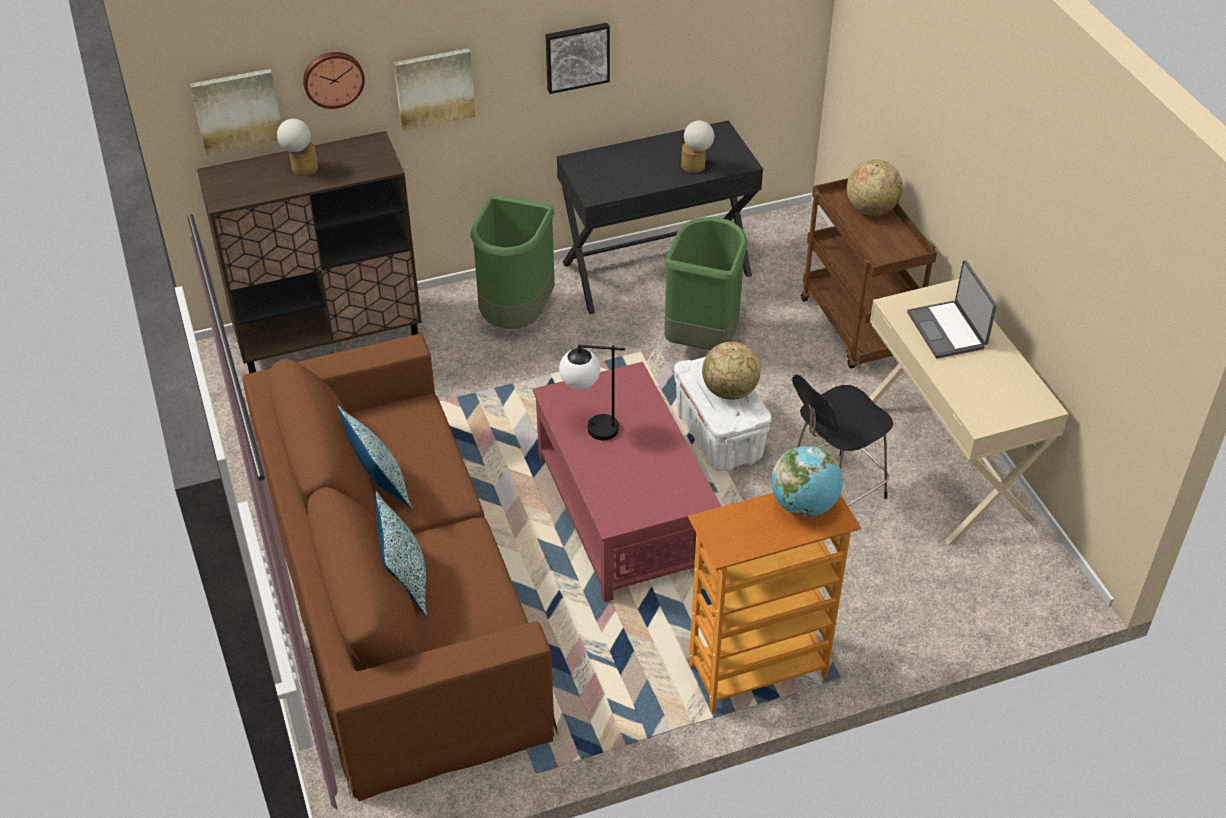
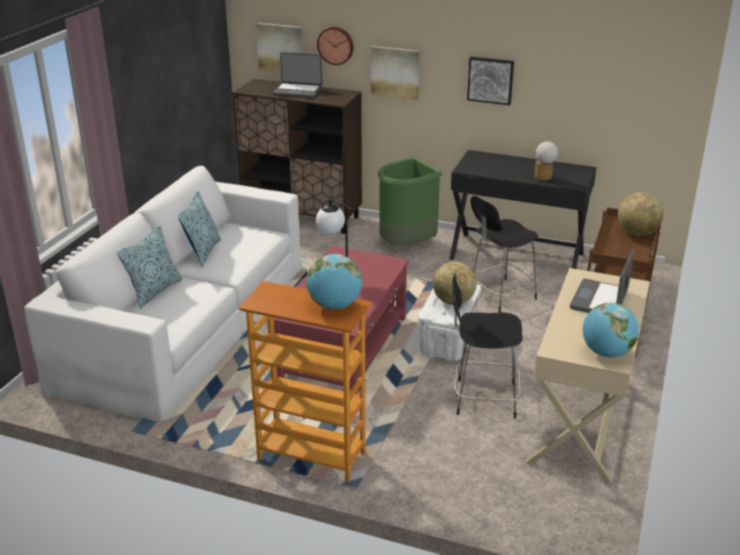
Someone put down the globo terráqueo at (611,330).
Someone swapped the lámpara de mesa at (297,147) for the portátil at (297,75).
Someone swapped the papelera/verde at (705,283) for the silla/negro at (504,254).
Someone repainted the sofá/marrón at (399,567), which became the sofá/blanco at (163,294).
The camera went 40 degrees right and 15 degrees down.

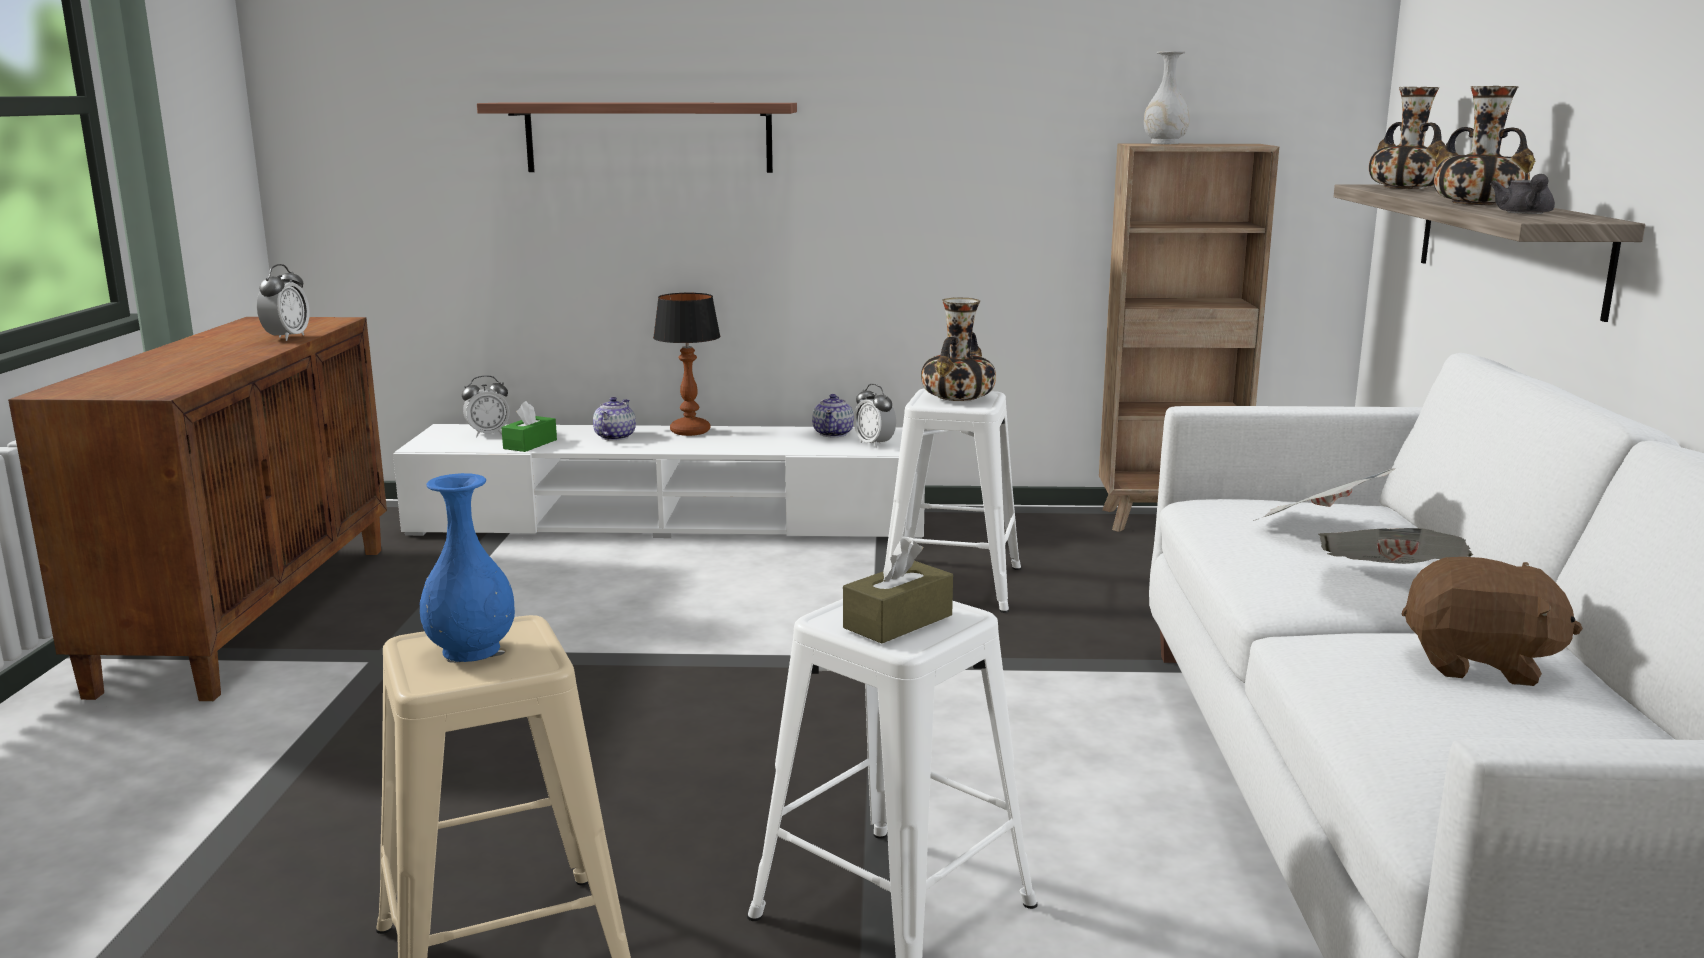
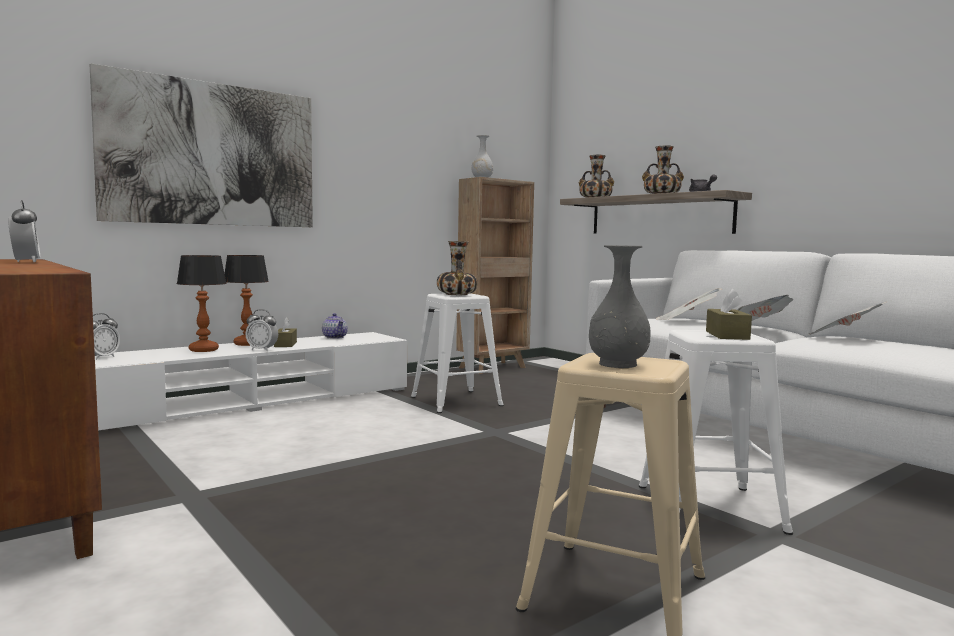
Someone took away the caja de pañuelos/verde at (529,426).
Someone put down the caja de pañuelos/marrón at (285,332).
Someone carried the despertador from (875,416) to (261,330).
Someone swapped the estante at (637,138) for the cuadro at (201,145).
Someone swapped the tetera at (614,419) for the lámpara de mesa at (202,303).
Someone swapped the peluche/marrón at (1492,621) for the periódico at (848,318).
Someone repainted the florero/azul at (467,567), which became the florero/gris at (619,306).
The camera went 40 degrees left and 10 degrees down.

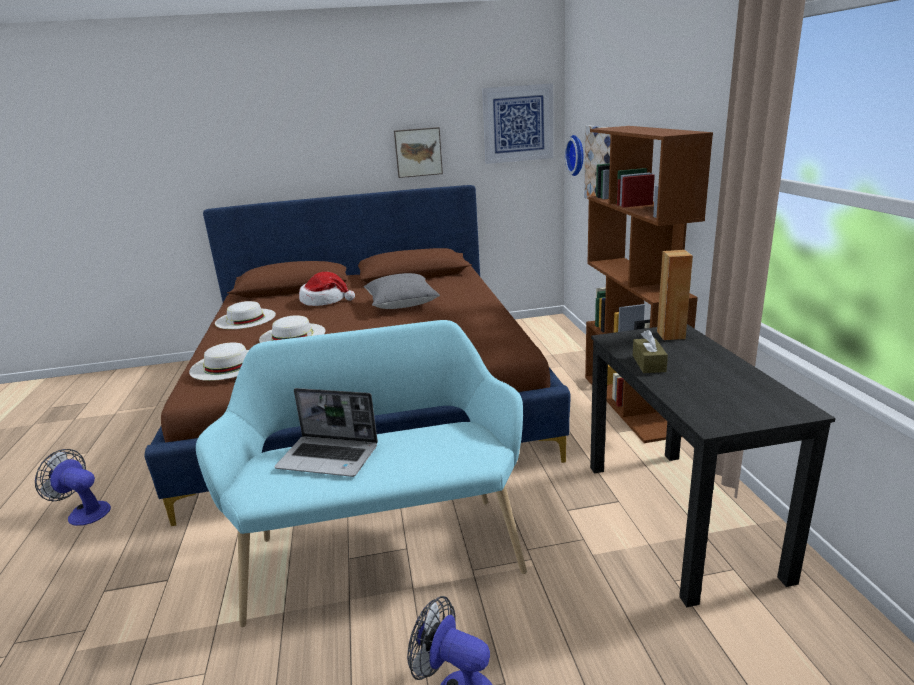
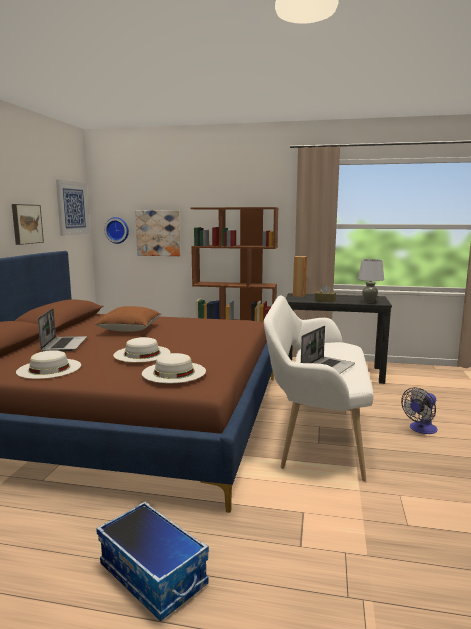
Someone put down the lámpara de mesa/gris at (371,281).
Someone swapped the ventilador at (73,487) for the caja de almacenaje at (152,561).
Someone swapped the sombrero at (327,289) for the portátil at (62,329).
Someone repainted the banco/turquesa at (361,473), which became the banco/blanco at (319,388).
Someone repainted the cojín/gris at (402,291), which became the cojín/marrón at (127,319).
The camera went 70 degrees left and 10 degrees down.

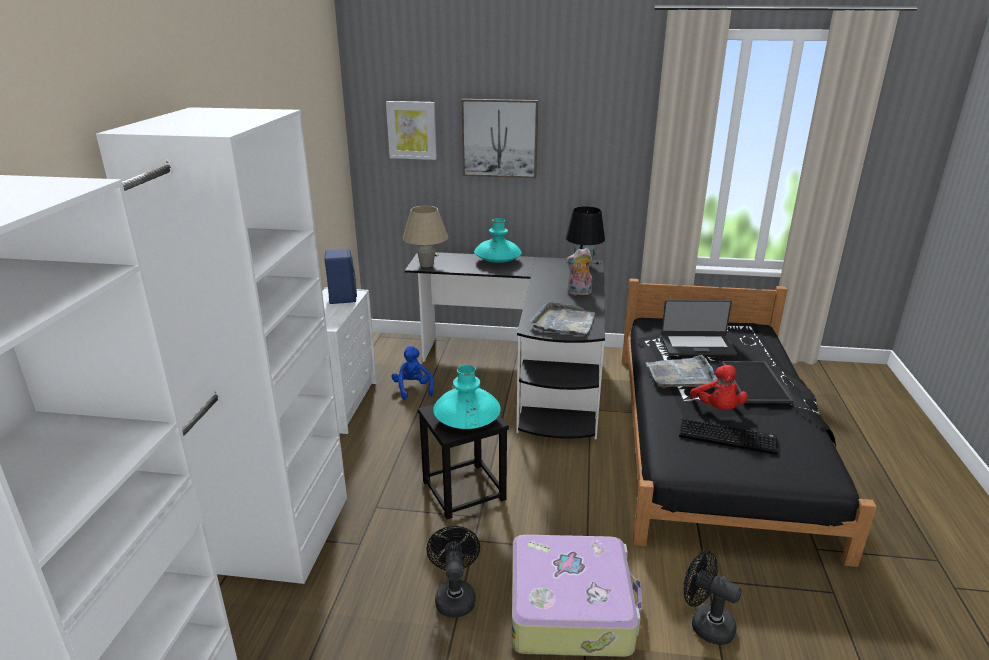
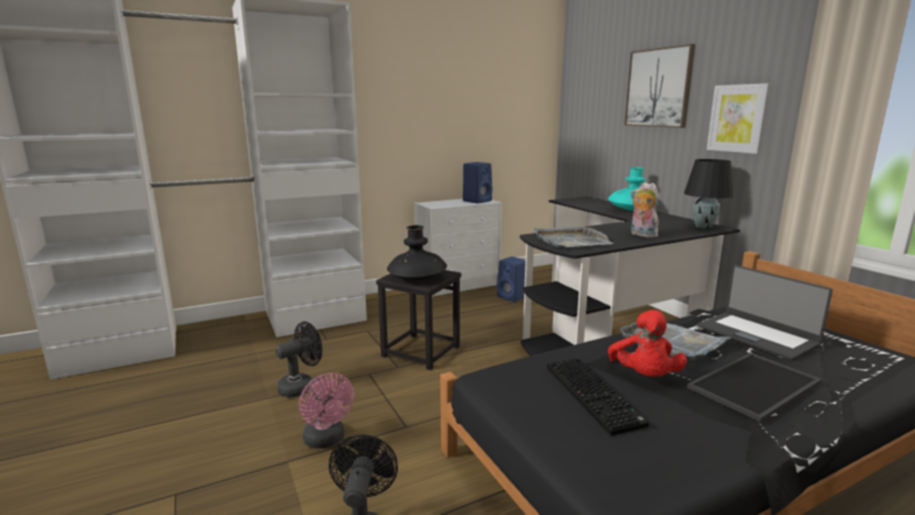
Someone took away the lámpara de mesa/beis at (425,236).
Someone carried the cuadro from (411,130) to (738,118).
Someone swapped the peluche/azul at (413,373) for the altavoz/azul at (511,279).
Someone swapped the maleta at (577,596) for the ventilador/rosa at (326,411).
Someone repainted the florero/turquesa at (467,397), which became the florero/negro at (417,253).
Someone rotated the peluche/rojo at (719,387) by 45 degrees counterclockwise.
The camera went 55 degrees right and 10 degrees down.

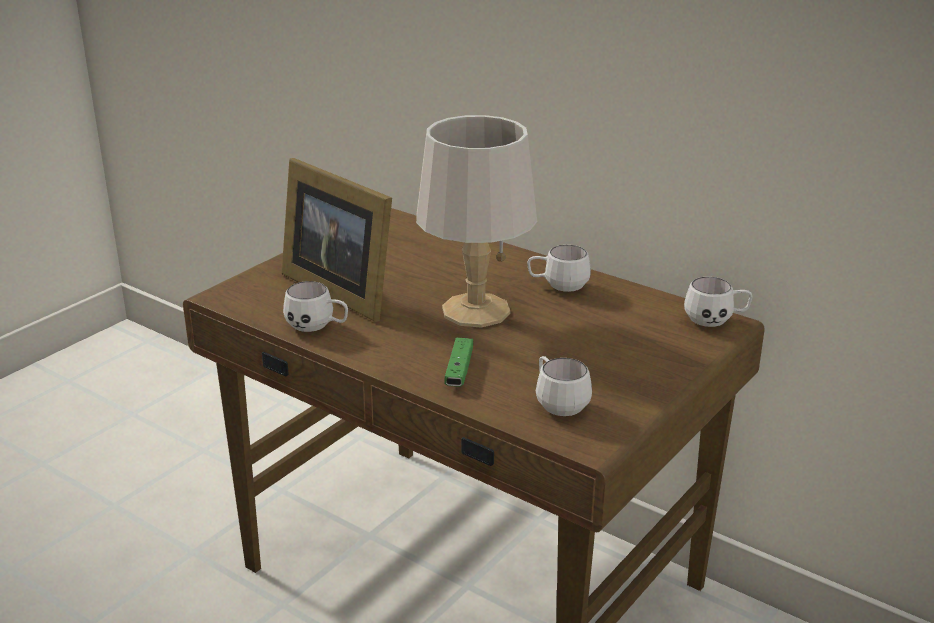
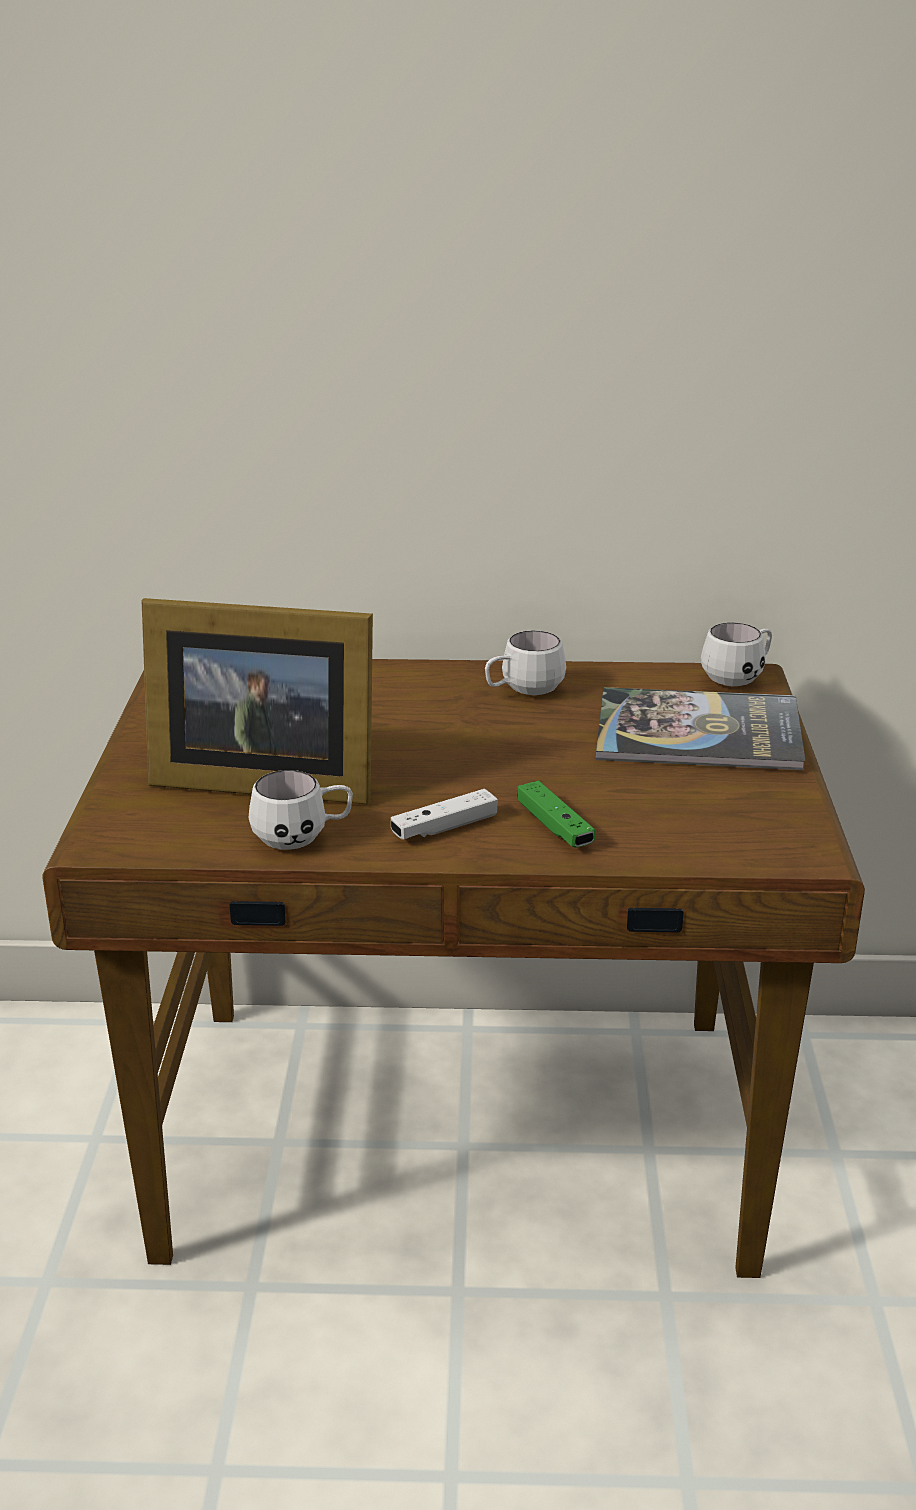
Someone took away the lámpara de mesa/gris at (476,221).
Someone took away the taza grande/blanco at (564,386).
Someone put down the mando de consola/blanco at (444,814).
Someone put down the libro at (700,728).
The camera went 35 degrees left and 0 degrees up.

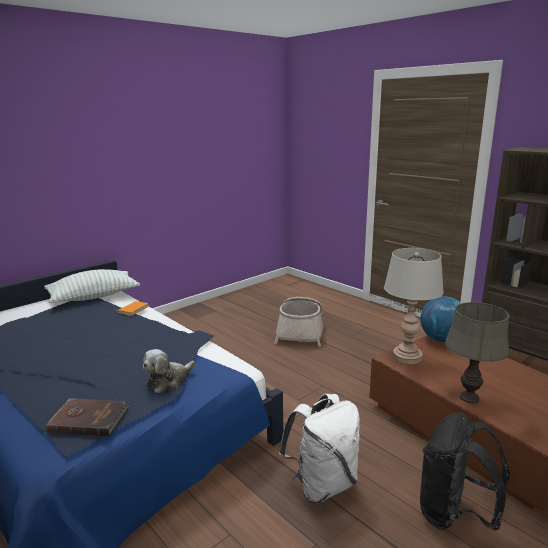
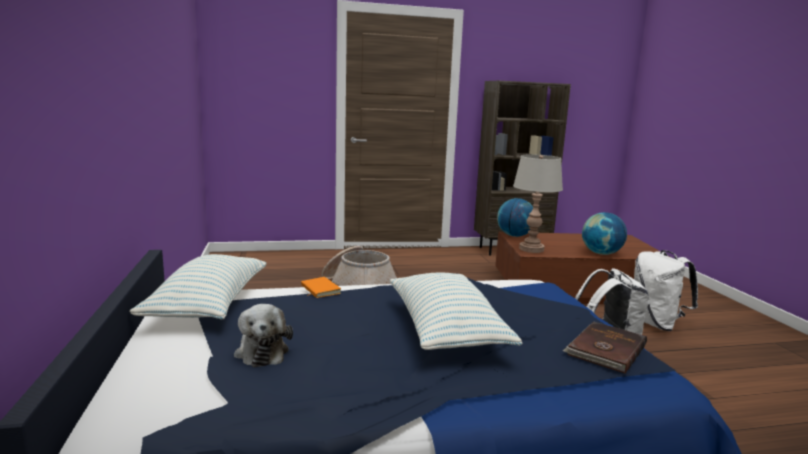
Someone put down the cojín at (456,311).
Someone carried the peluche from (169,371) to (263,335).
Someone swapped the lámpara de mesa/gris at (477,352) for the globo terráqueo at (604,233).
Someone repainted the mochila/negro at (465,471), which became the mochila/blanco at (666,290).
The camera went 60 degrees left and 5 degrees down.

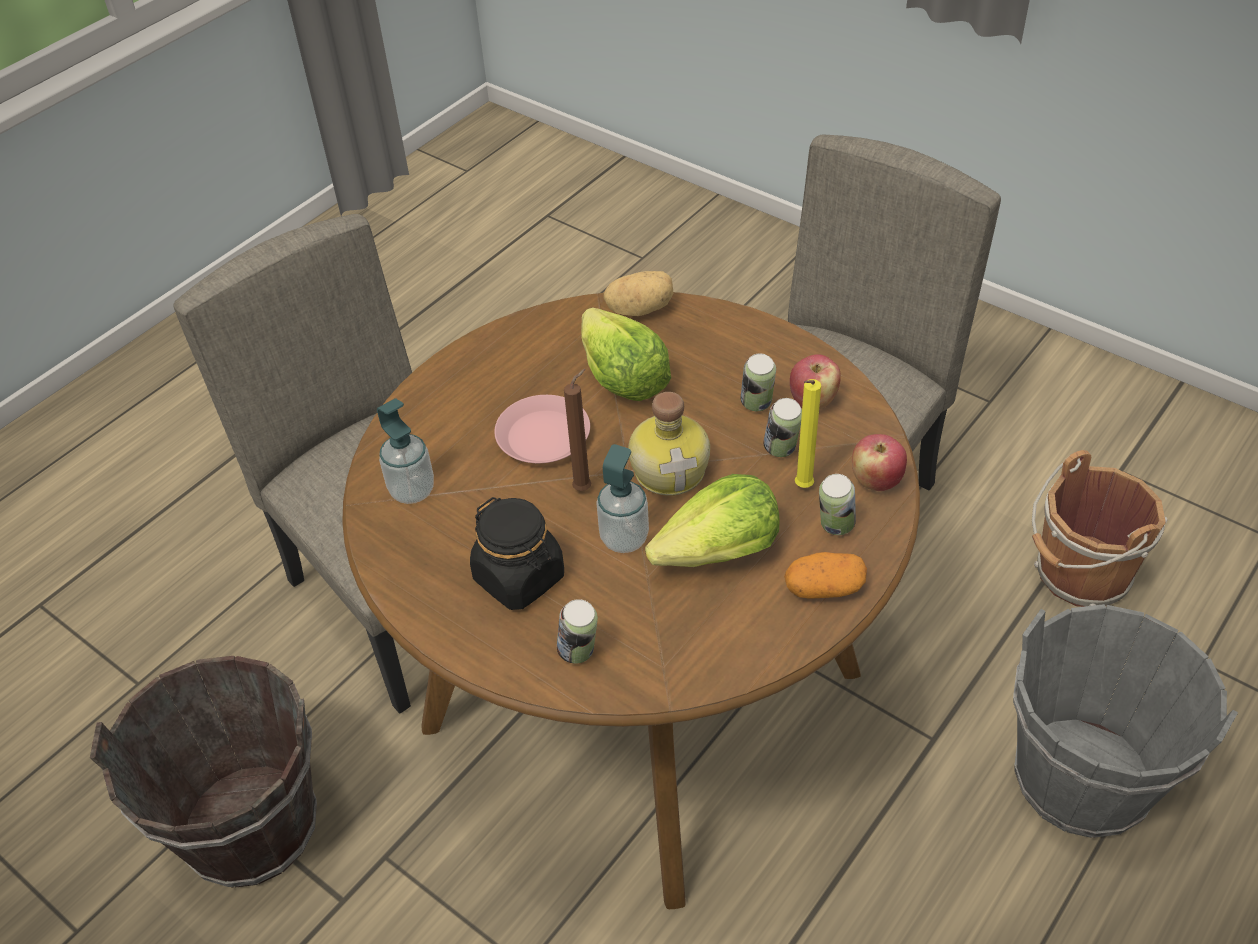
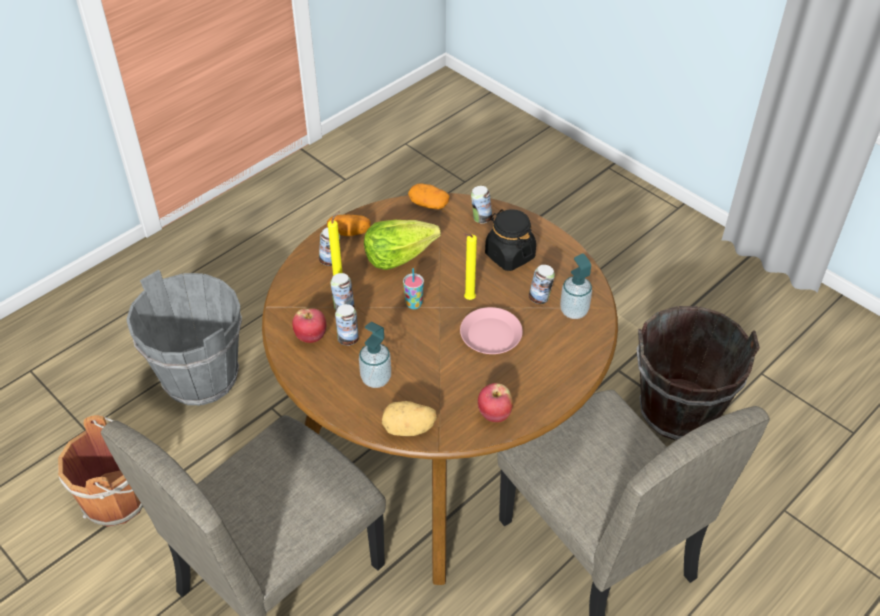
Someone took away the lechuga at (626,354).
Someone put down the patata at (429,196).
Someone put down the lata at (542,284).
Someone carried the dispensador de jabón from (622,498) to (375,355).
Someone carried the manzana from (879,462) to (495,402).
Someone swapped the botella at (669,444) for the taza at (413,288).
Someone repainted the vela/marrón at (578,430), which became the vela/amarillo at (470,266).
The camera went 175 degrees left and 0 degrees up.

